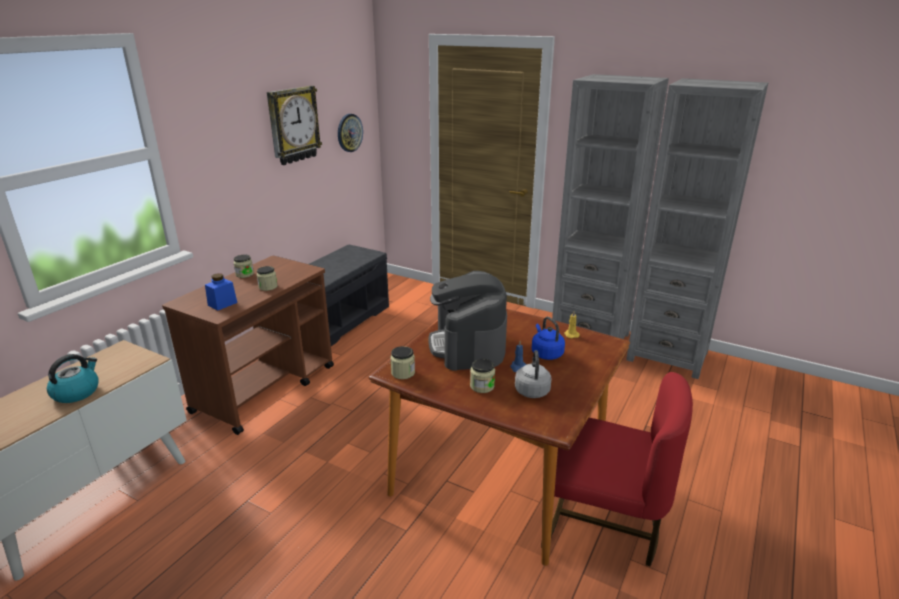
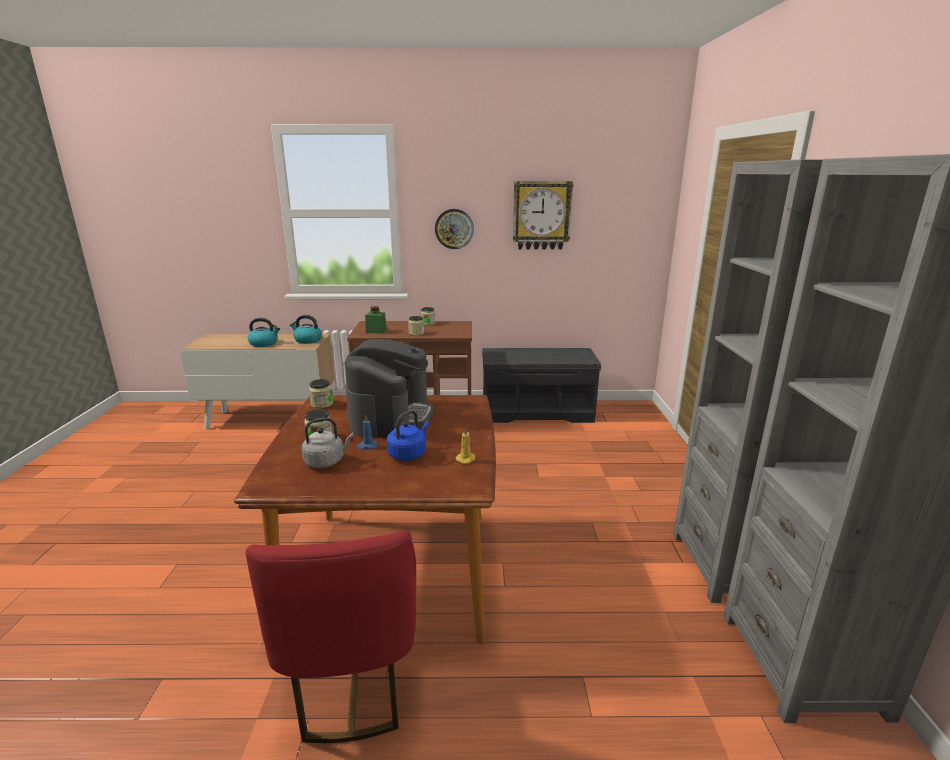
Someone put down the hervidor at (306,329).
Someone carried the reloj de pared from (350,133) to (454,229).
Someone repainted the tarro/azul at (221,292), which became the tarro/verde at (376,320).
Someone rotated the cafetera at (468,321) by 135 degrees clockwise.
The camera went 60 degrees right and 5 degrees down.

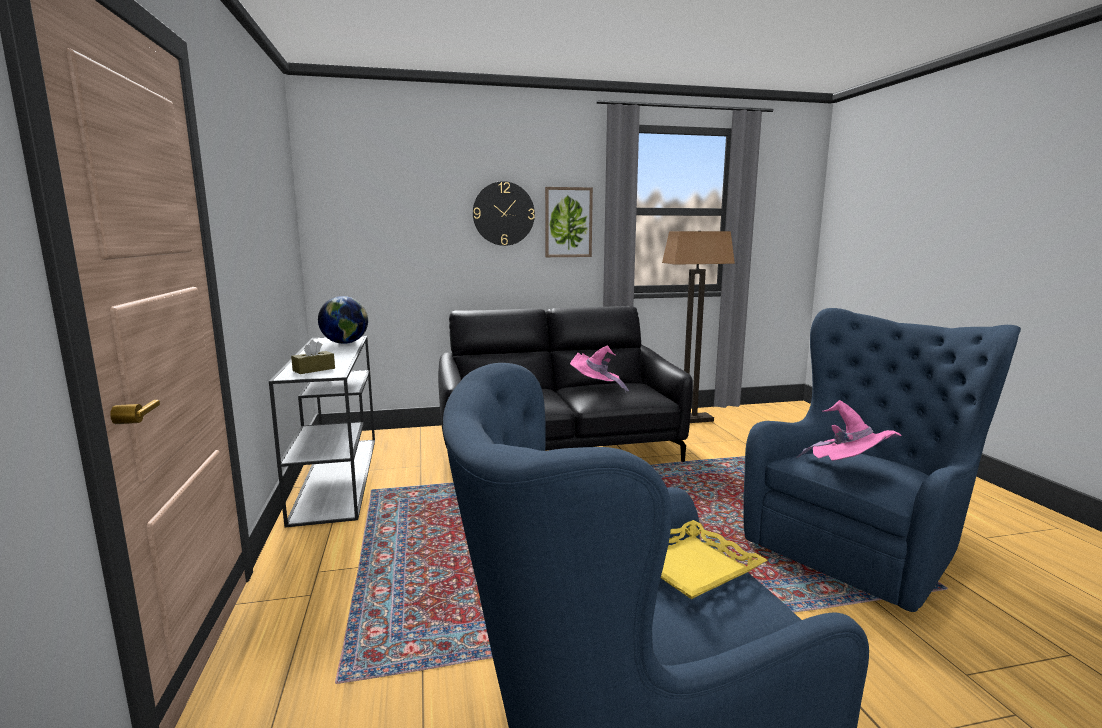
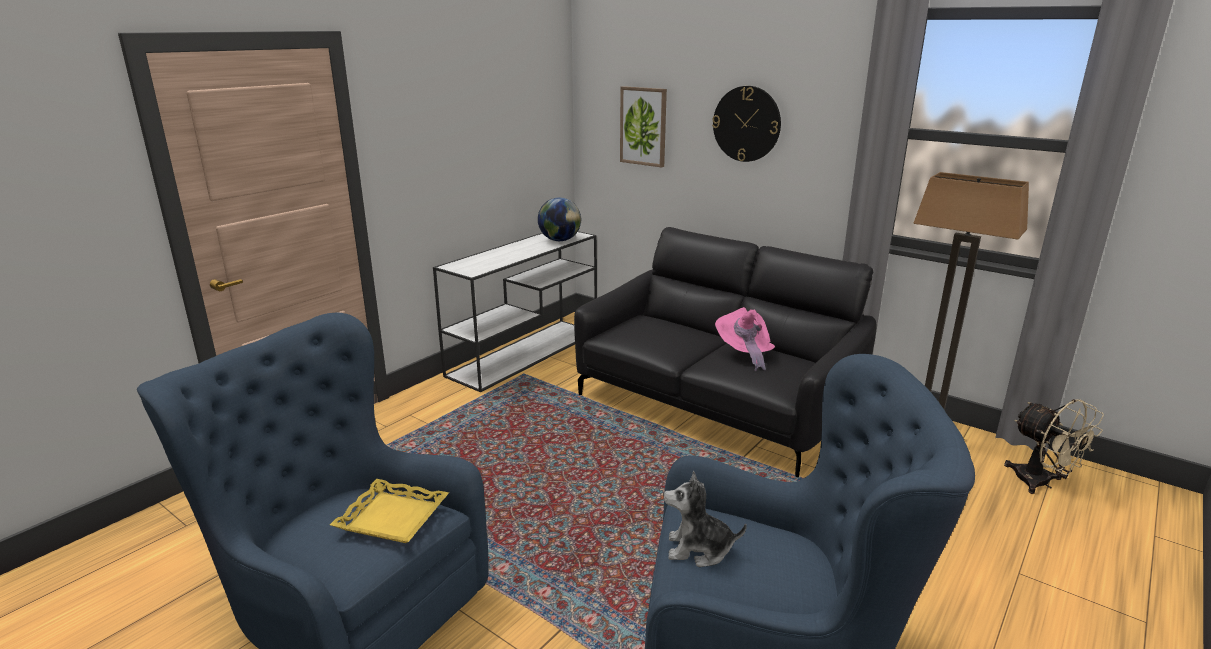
Someone took away the caja de pañuelos/marrón at (313,357).
Someone put down the ventilador/beis at (1054,446).
Someone carried the cuadro from (569,222) to (643,126).
Someone swapped the sombrero/rosa at (848,430) for the peluche at (705,519).
The camera went 50 degrees right and 10 degrees up.

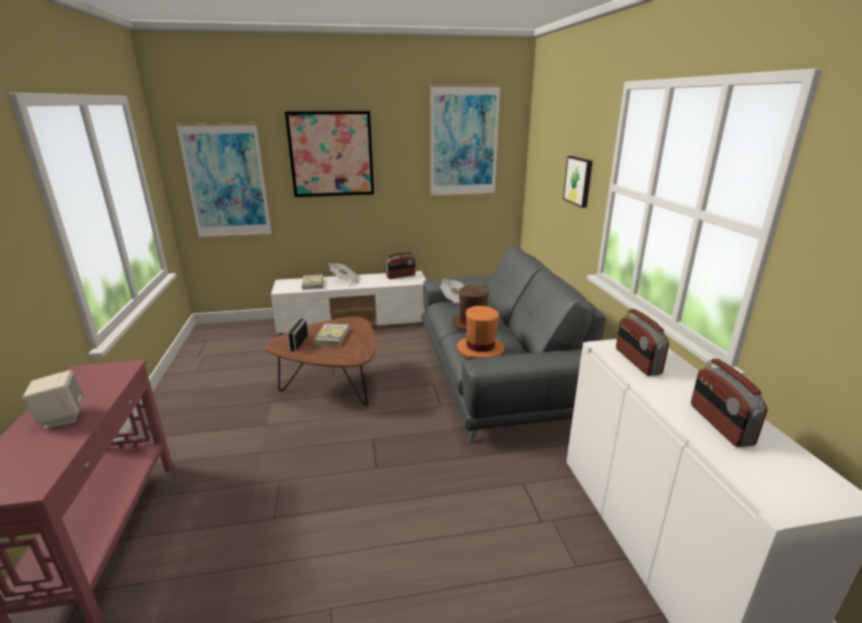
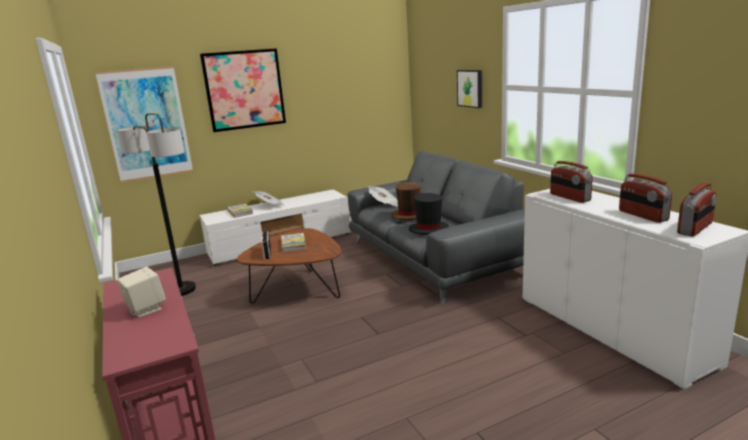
Someone took away the cuadro at (465,141).
Someone put down the lámpara de pie at (156,204).
Someone carried the radio from (400,265) to (697,209).
Someone repainted the sombrero/naranja at (480,332), which became the sombrero/negro at (429,214).
The camera went 15 degrees left and 5 degrees down.

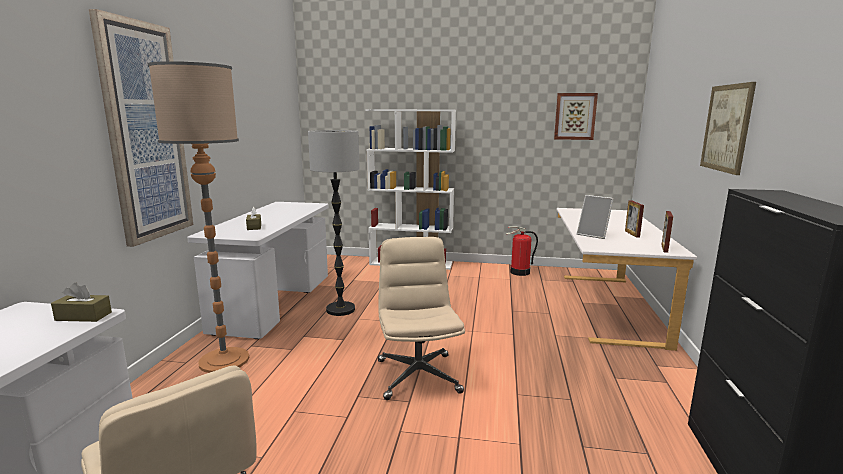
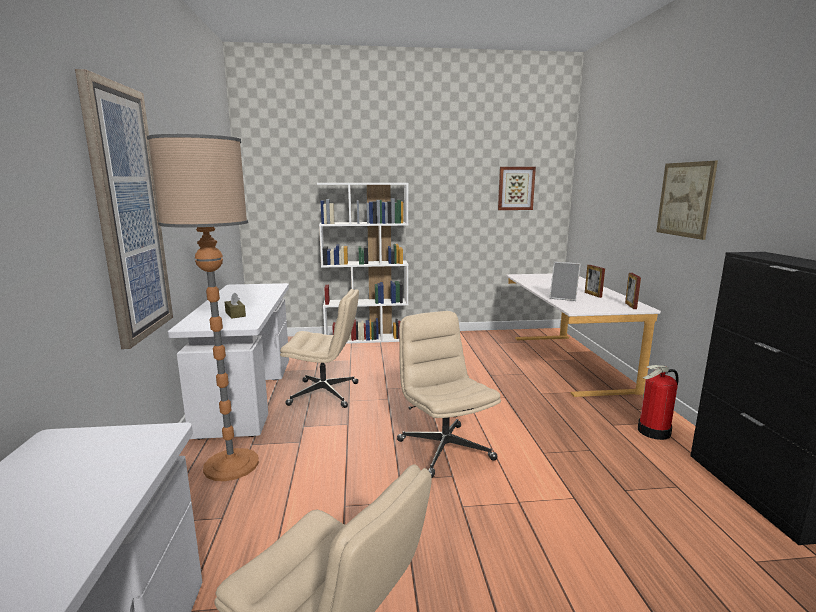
Someone took away the caja de pañuelos/marrón at (81,302).
Someone carried the extintor from (521,251) to (658,402).
Someone swapped the lámpara de pie at (334,223) for the silla de oficina/beis at (319,348).
The camera went 15 degrees left and 0 degrees up.

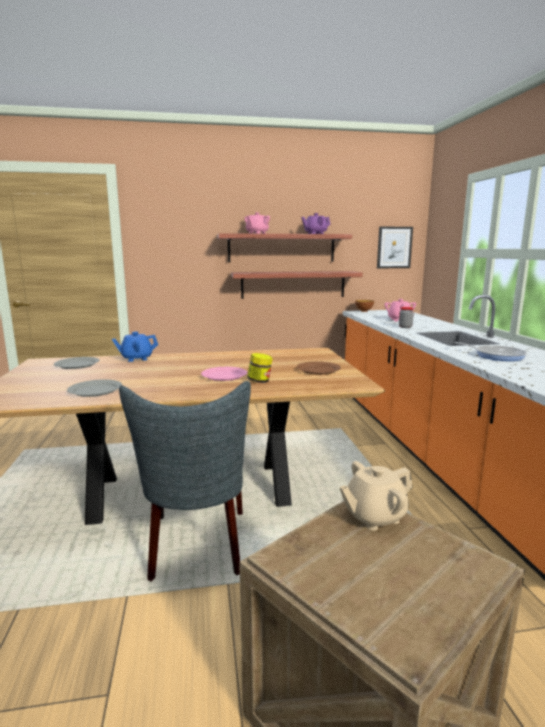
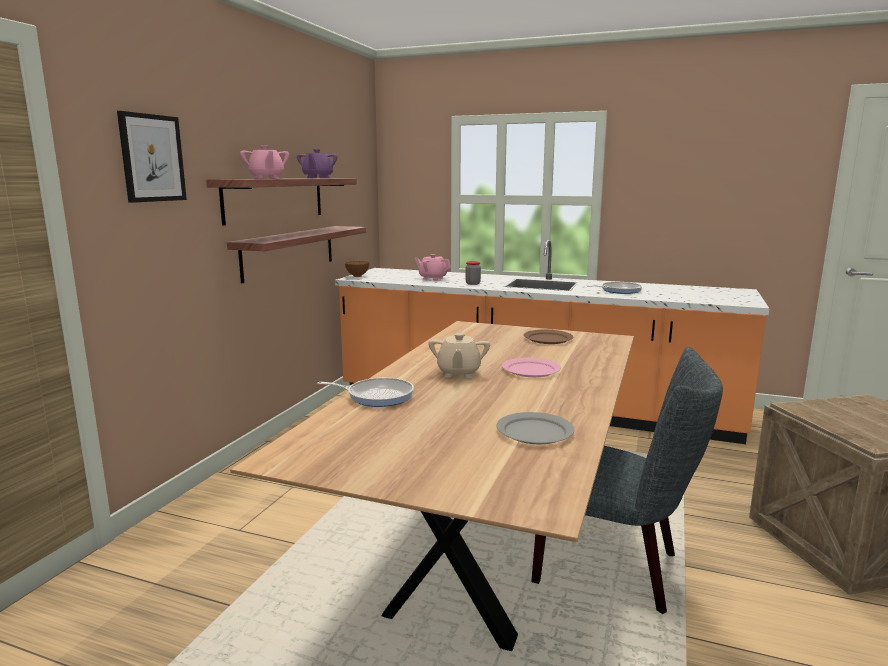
Someone took away the plato/gris at (76,363).
Someone took away the tarro at (260,368).
Someone carried the tetera/beis from (376,496) to (459,355).
Someone carried the cuadro from (395,247) to (152,157).
Someone swapped the tetera/azul at (135,347) for the sartén at (365,392).
The camera went 60 degrees left and 0 degrees up.

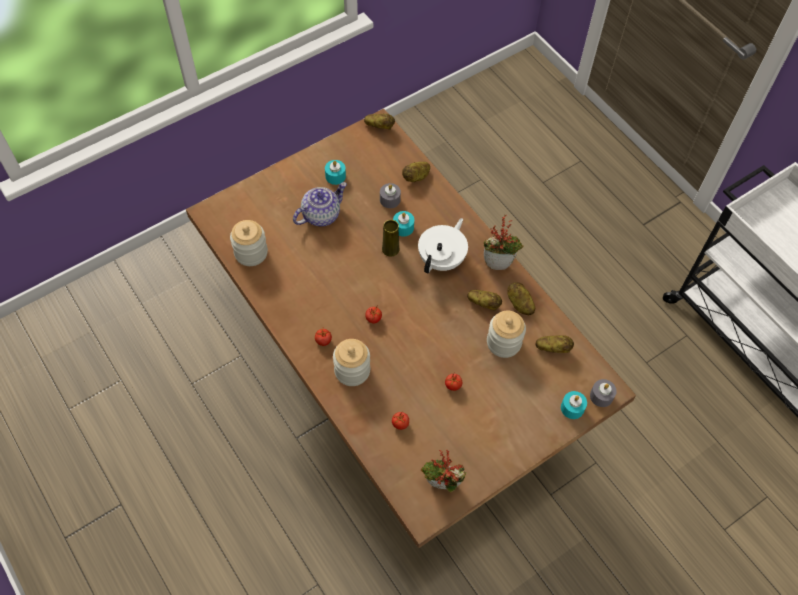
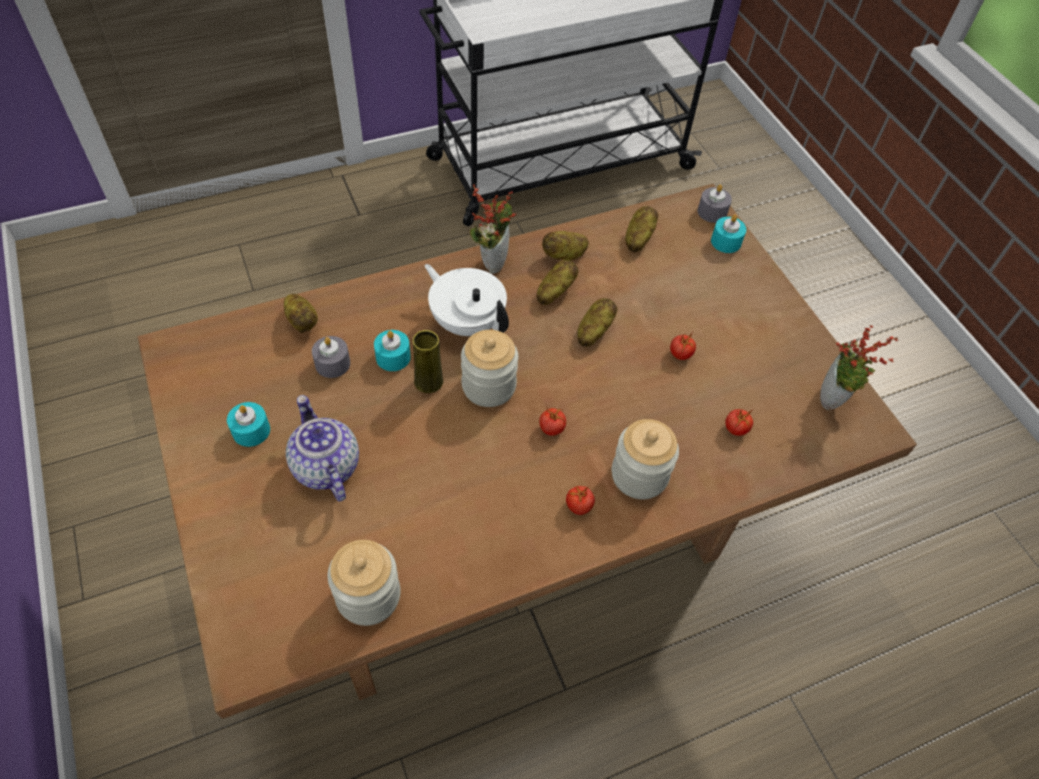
Someone carried the patata from (379,122) to (597,322).
Someone carried the tarro from (506,334) to (489,368).
The camera went 80 degrees left and 5 degrees down.

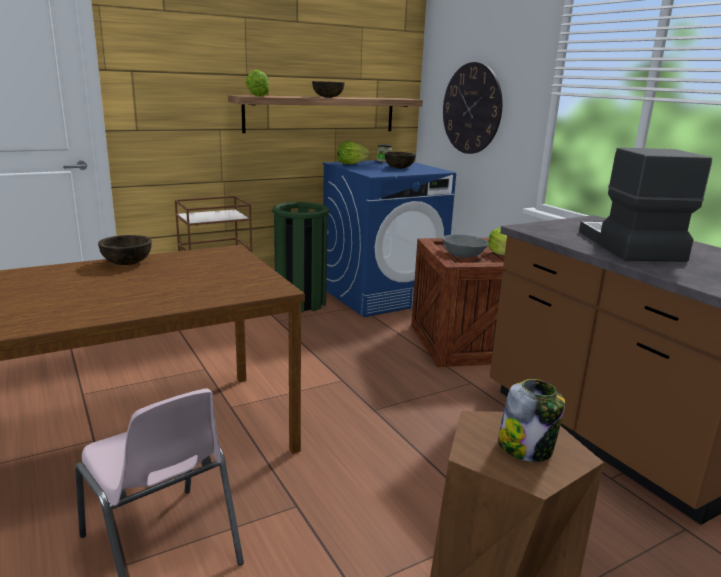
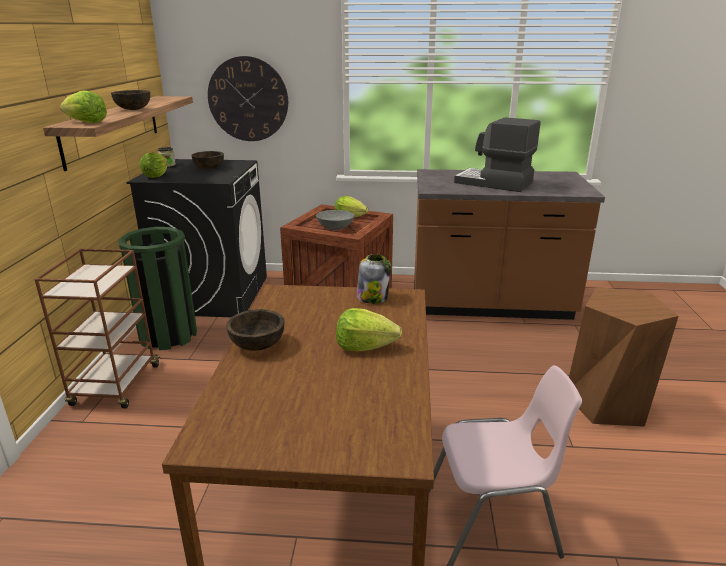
Someone put down the lechuga at (369,329).
Someone carried the tarro from (531,420) to (374,279).
Someone repainted the lavadora/azul at (389,238), which became the lavadora/negro at (197,238).
The camera went 55 degrees left and 5 degrees up.

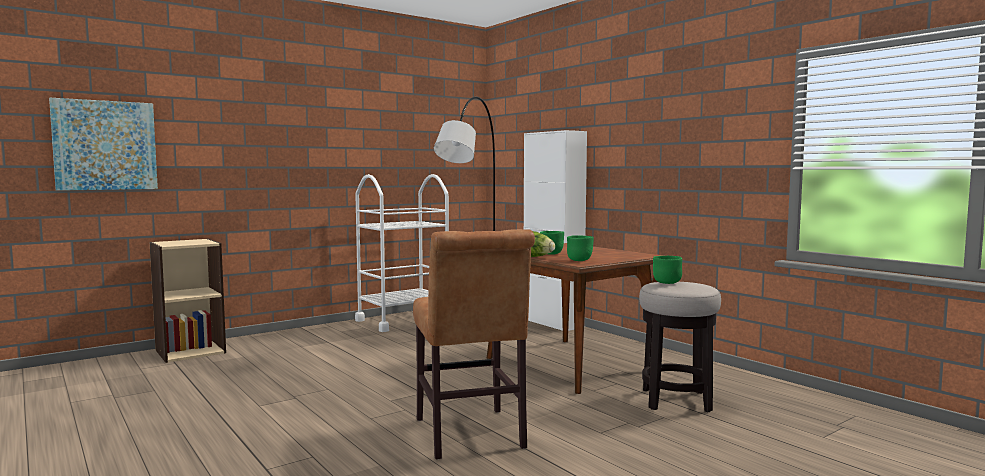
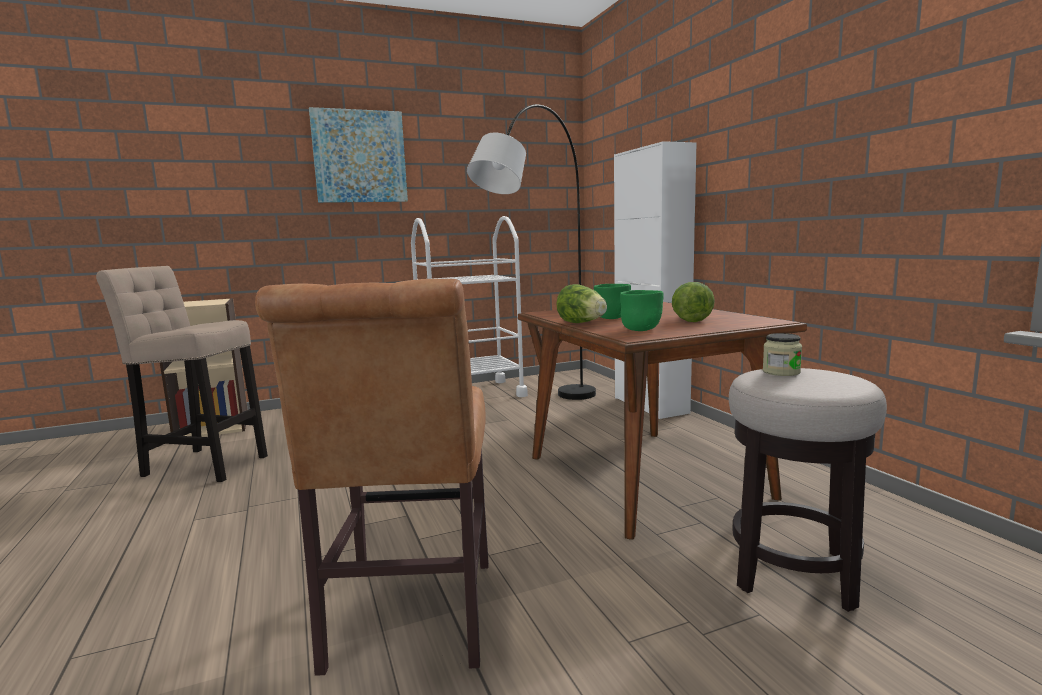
Someone put down the taburete/beis at (182,374).
Someone put down the lechuga at (693,302).
Someone carried the cuadro from (103,144) to (358,155).
Someone swapped the cuenco/verde at (667,270) for the tarro at (782,354).
The camera went 15 degrees right and 5 degrees up.

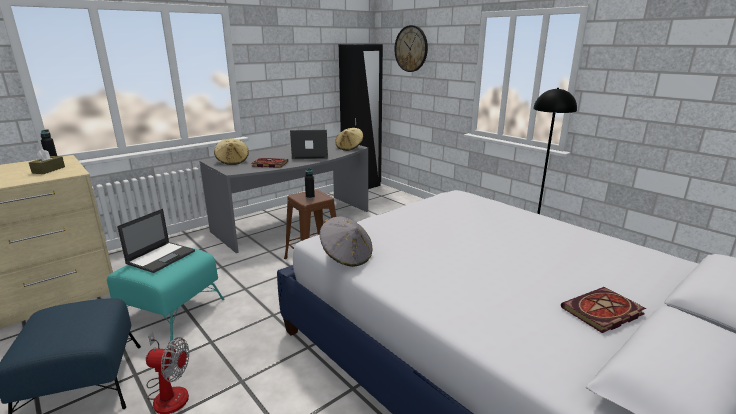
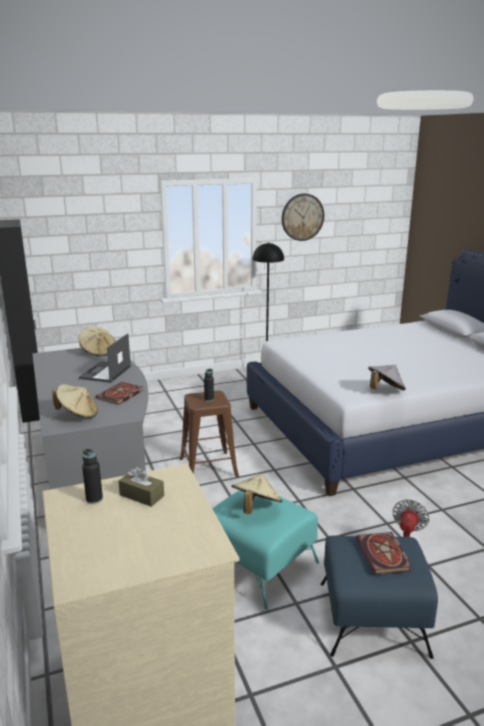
Someone carried the reloj de pared from (411,48) to (303,217).
Someone carried the libro from (603,310) to (384,553).
Someone swapped the portátil at (156,241) for the sombrero/beis at (256,494).
The camera went 70 degrees left and 0 degrees up.

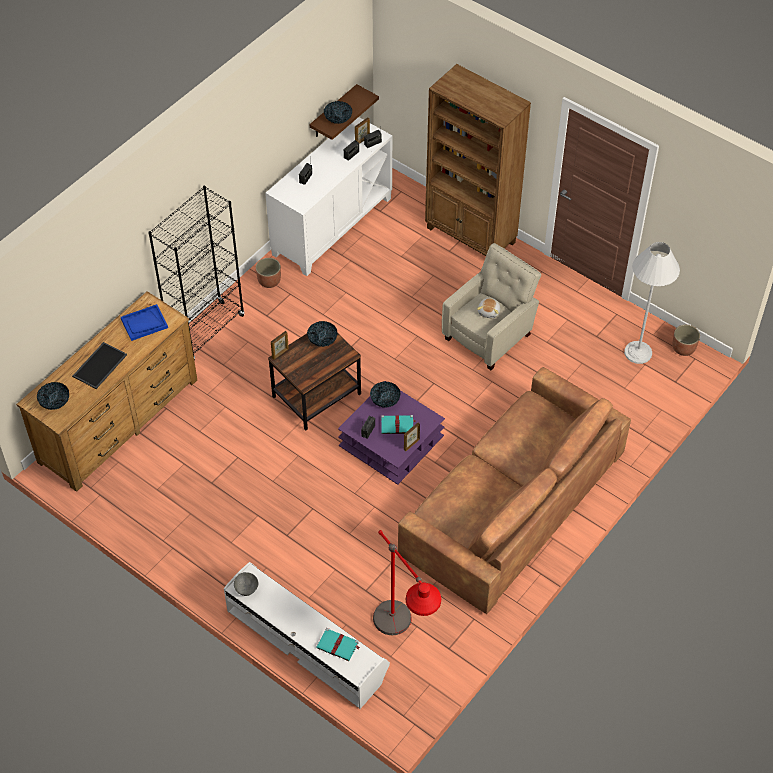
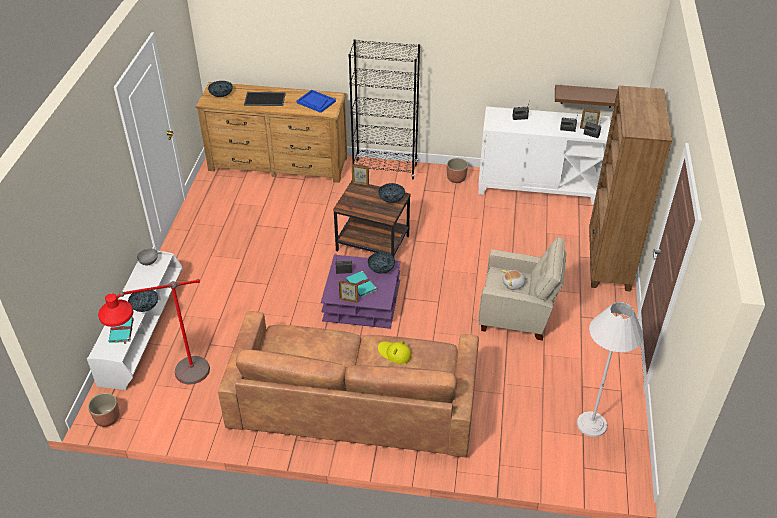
Someone put down the sombrero/amarillo at (395,352).
Someone carried the cuenco from (338,112) to (143,301).
Someone carried the maceta from (686,340) to (104,410).
The camera went 60 degrees right and 10 degrees down.

